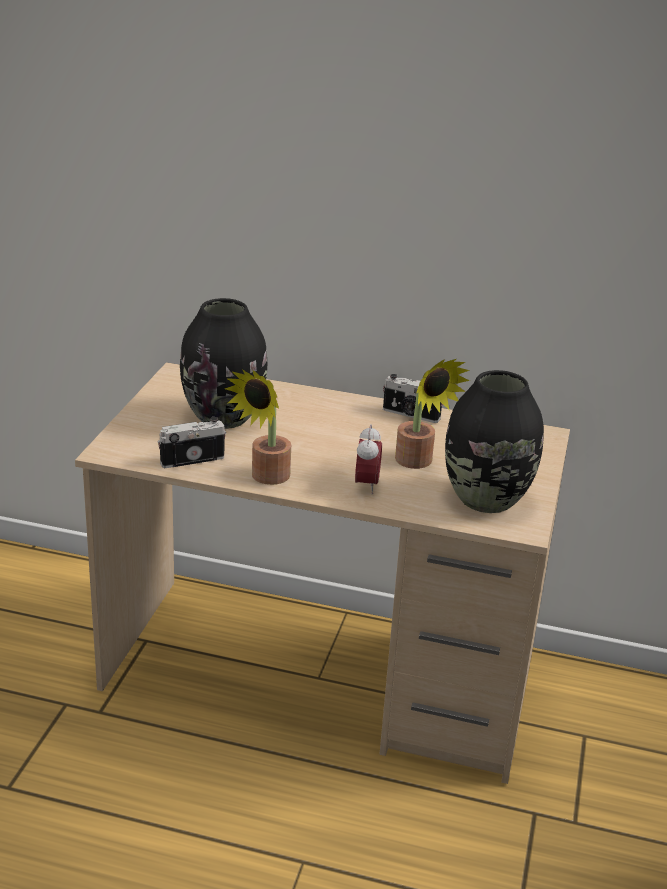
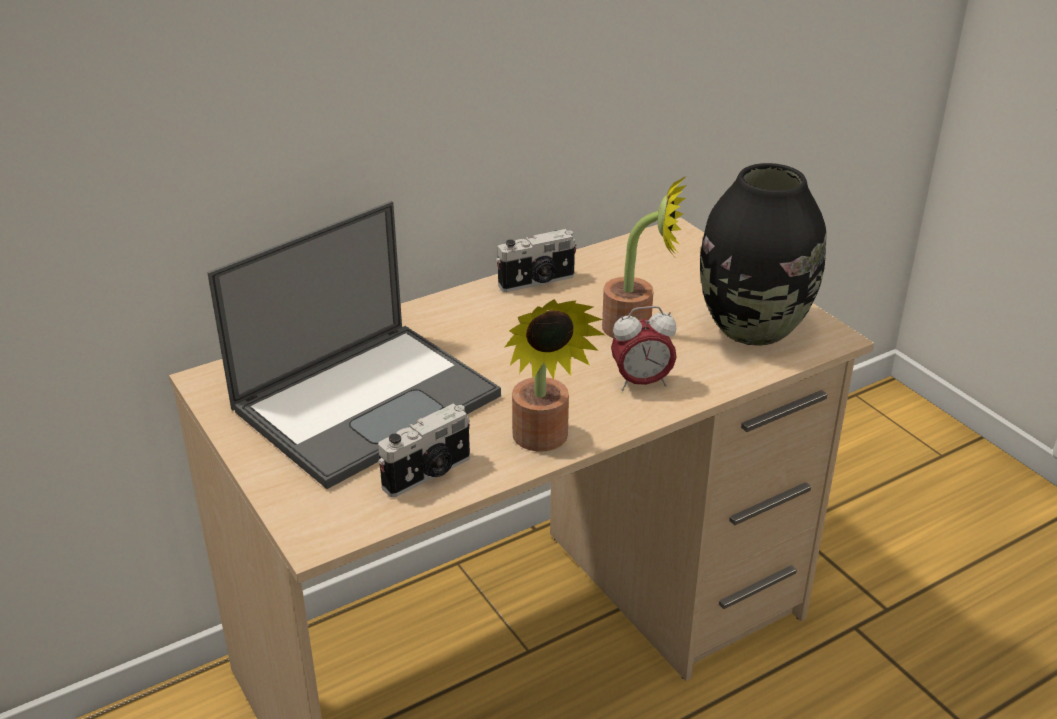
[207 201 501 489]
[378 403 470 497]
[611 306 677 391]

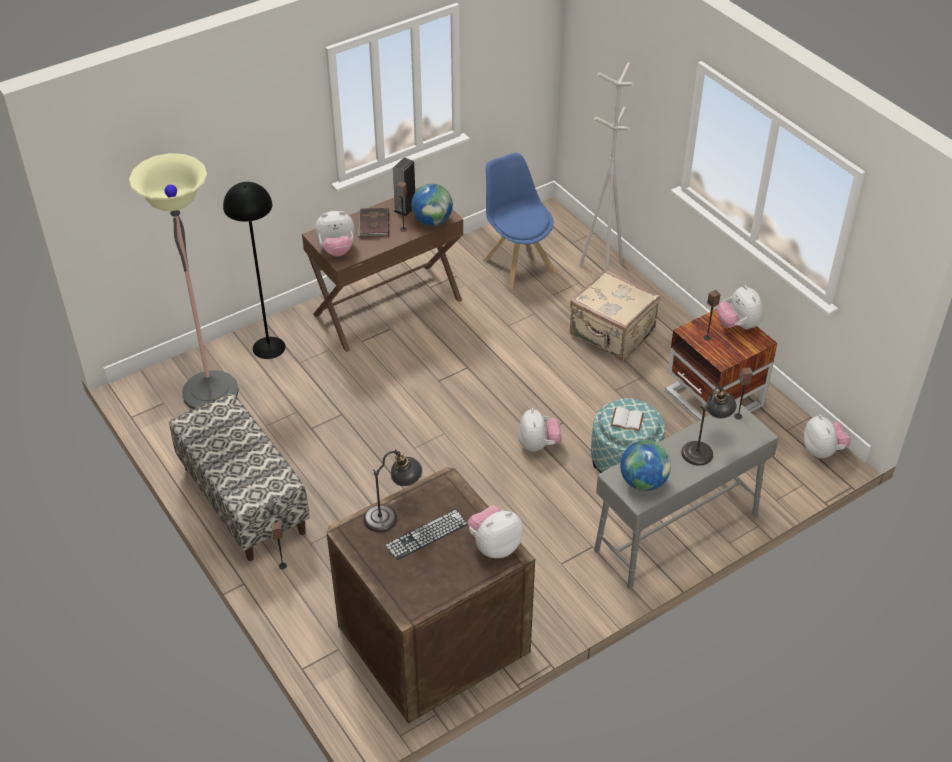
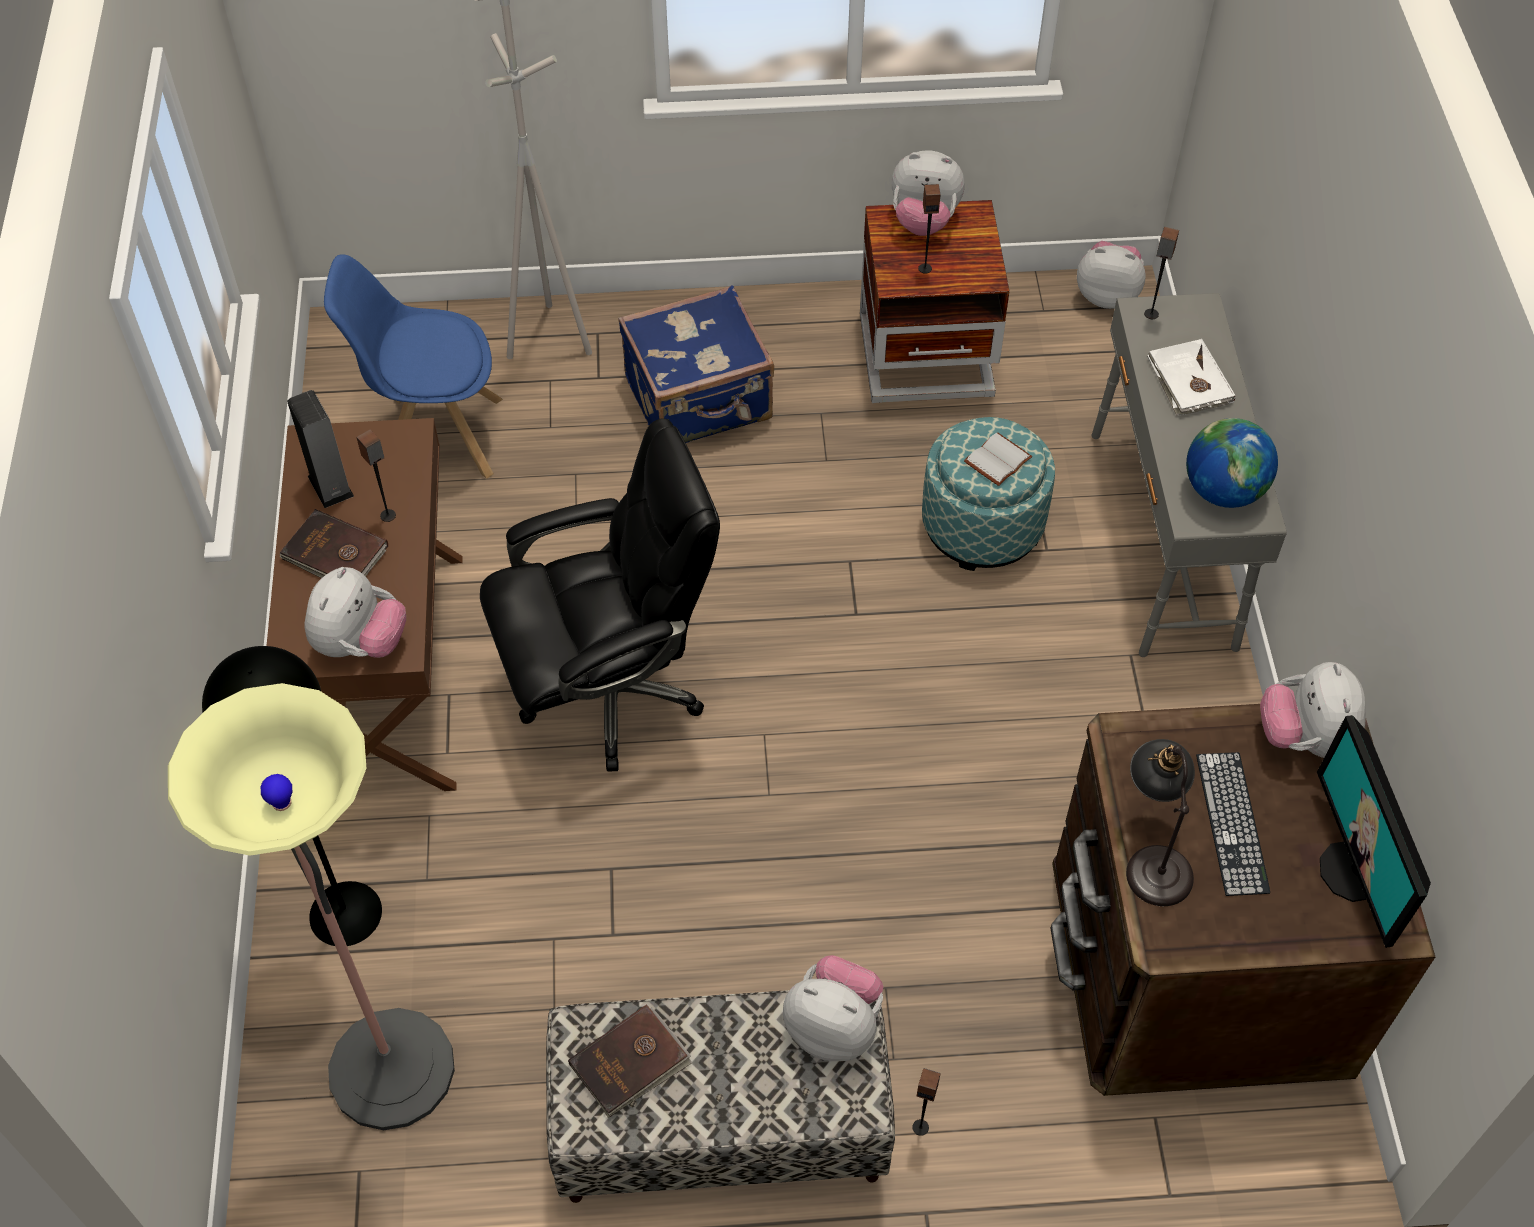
[411 184 453 226] (first image)
[480 418 720 772]
[568 1004 692 1118]
[1317 715 1431 948]
[783 955 884 1061]
[1147 339 1236 415]
[618 285 774 443]

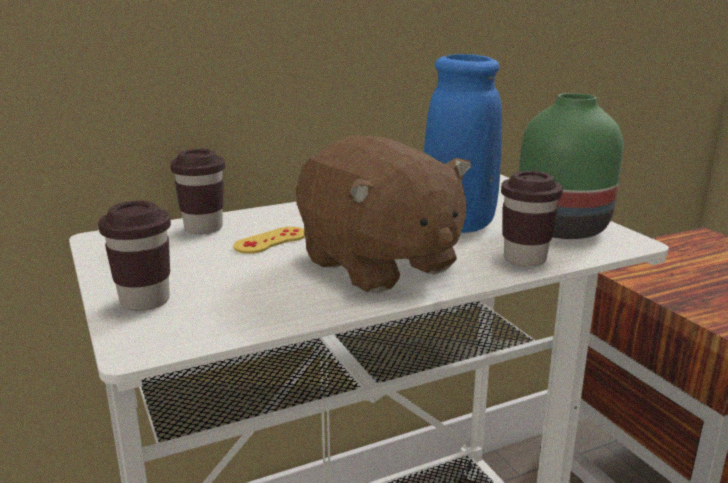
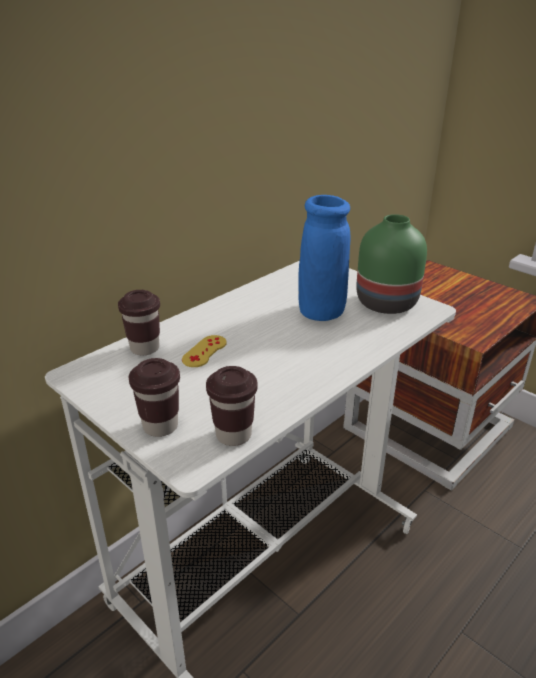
[296 135 471 293] (first image)
[206 366 258 446]

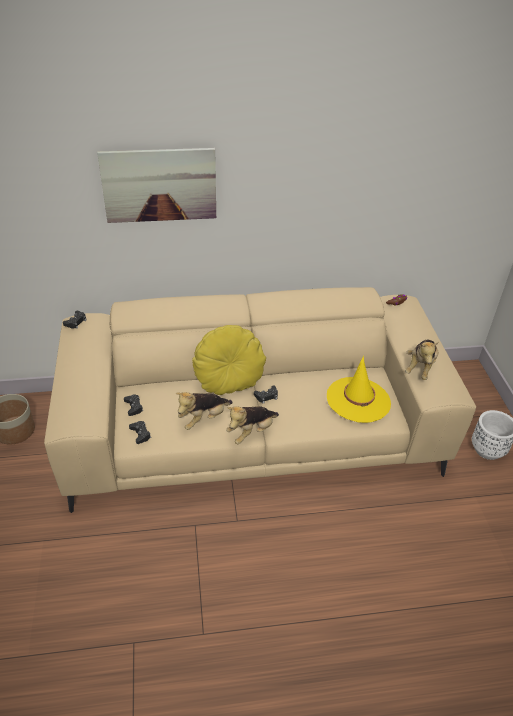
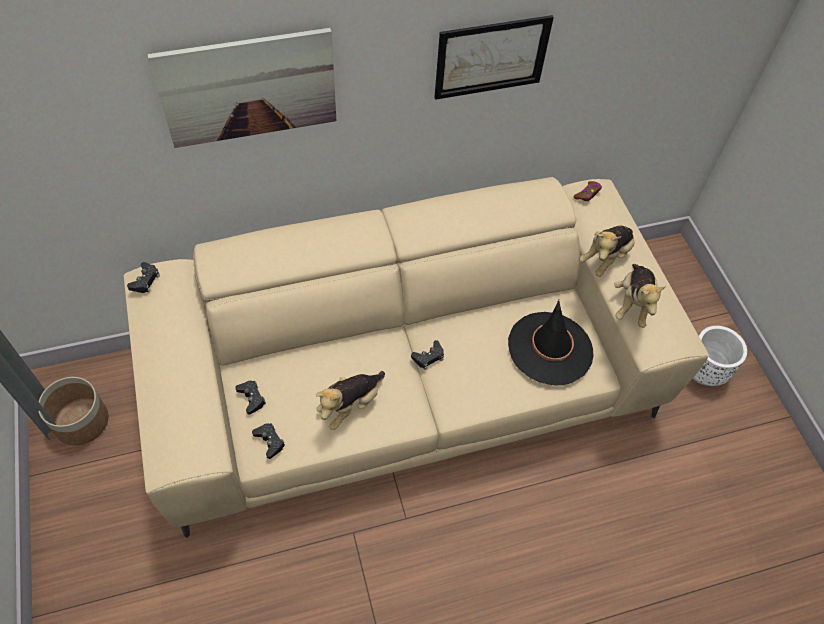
[192 325 266 395] (first image)
[434 15 554 100]
[579 226 634 277]
[508 300 593 386]

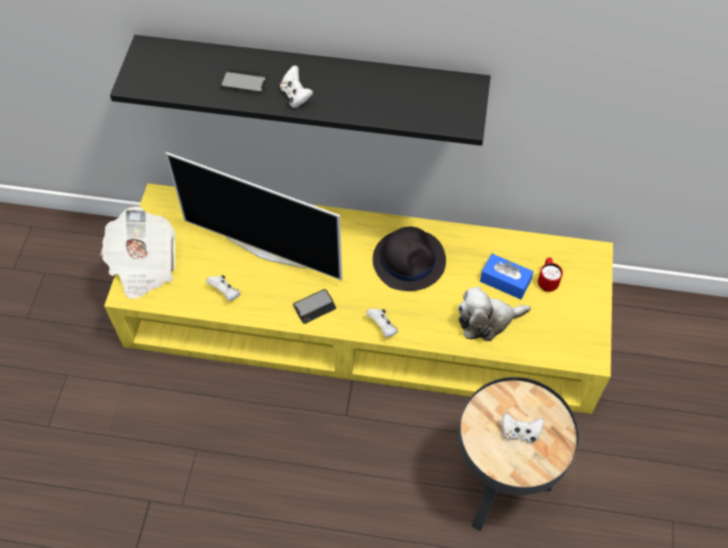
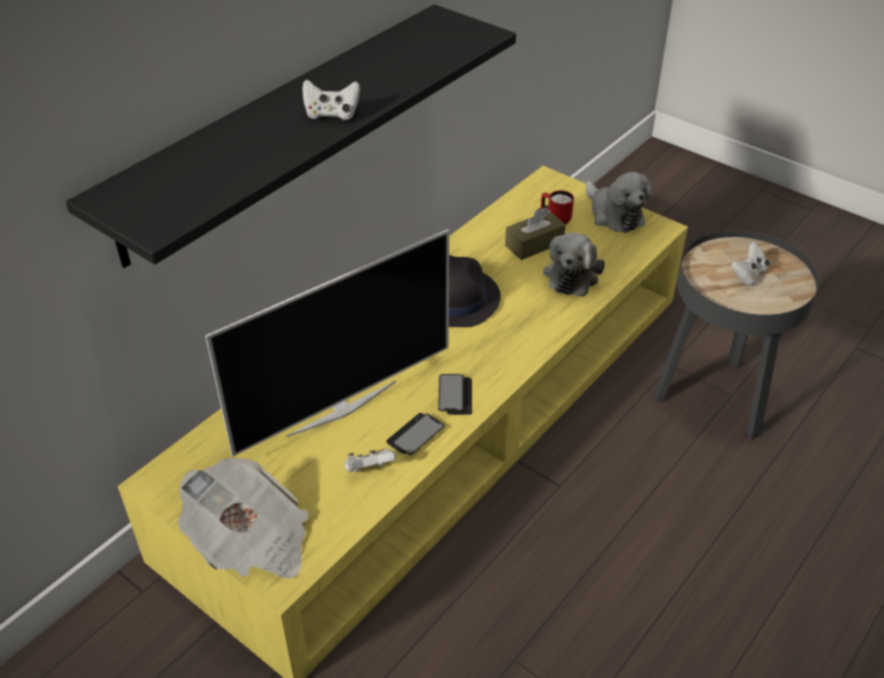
[366 309 398 337] (first image)
[586 172 652 233]
[386 413 445 455]
[505 208 566 260]

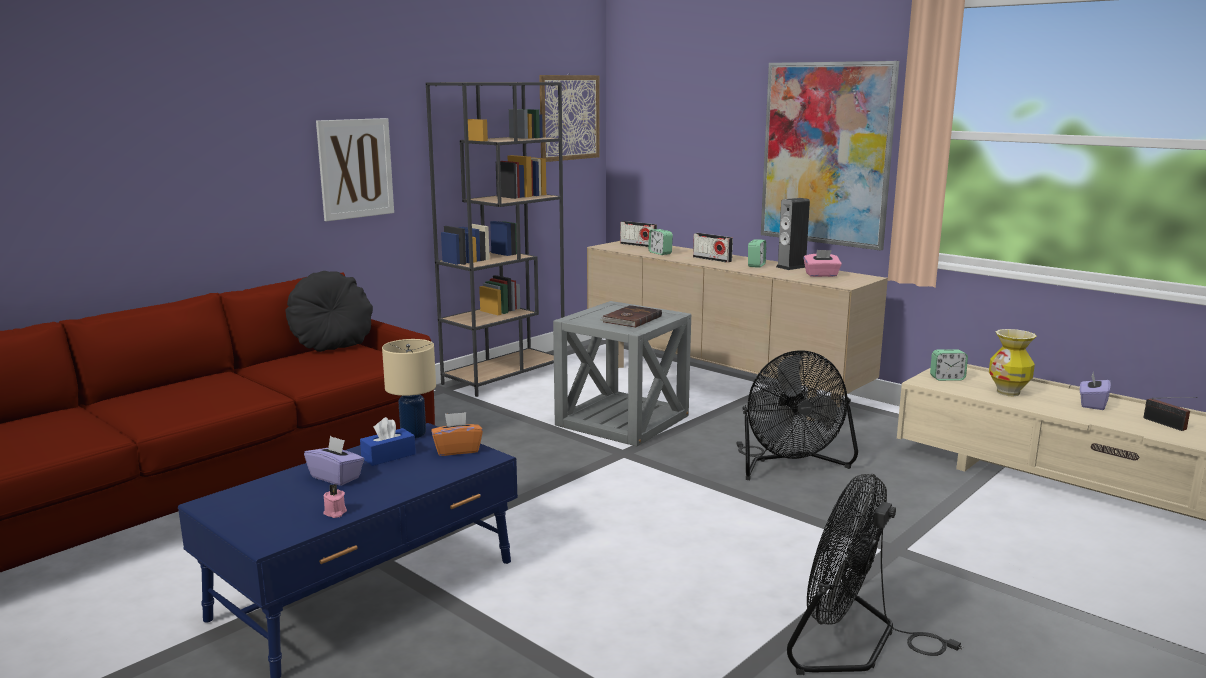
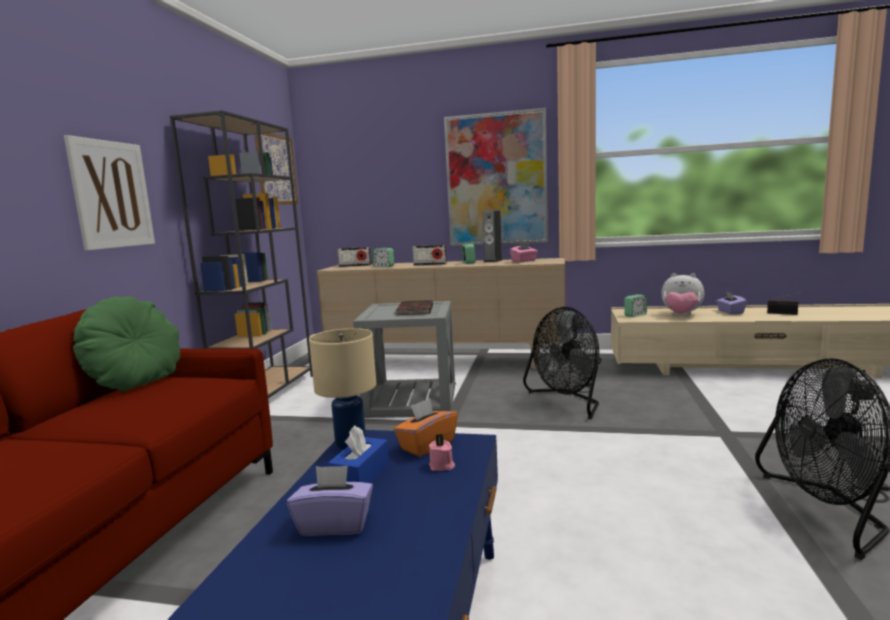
[429 434 455 471]
[661 273 704 315]
[73 296 180 391]
[523 307 602 419]

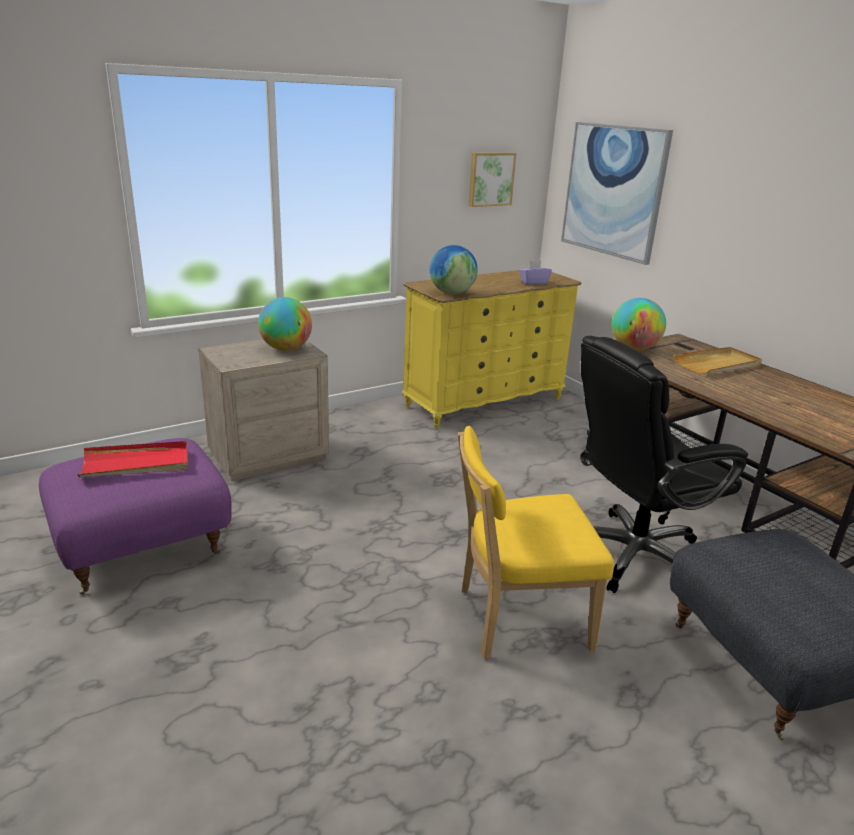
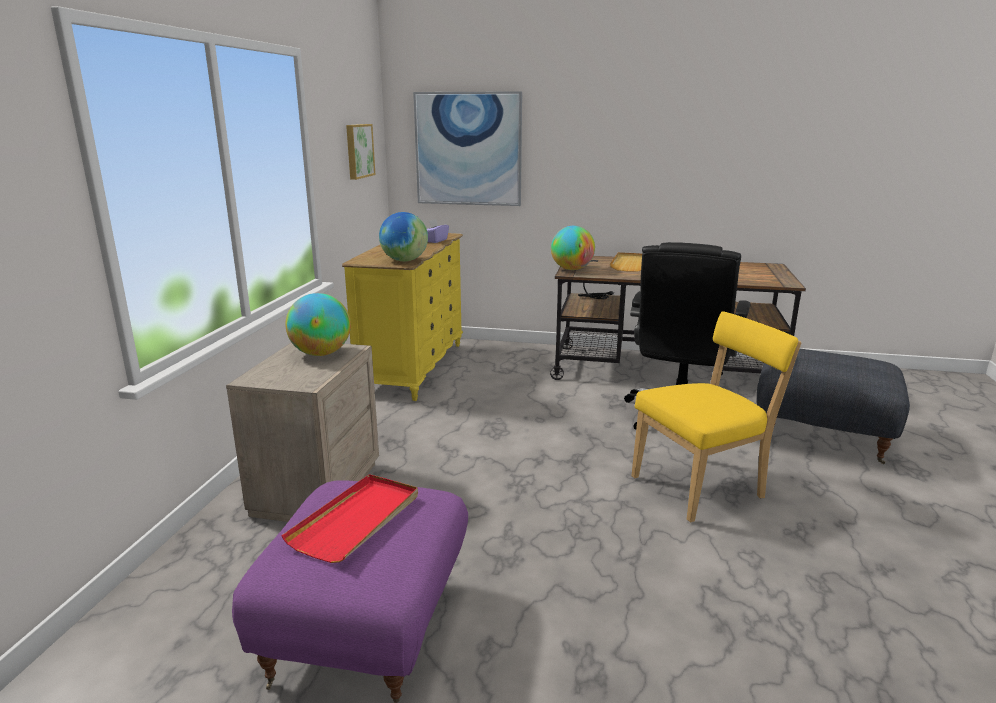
[631 312 801 522]

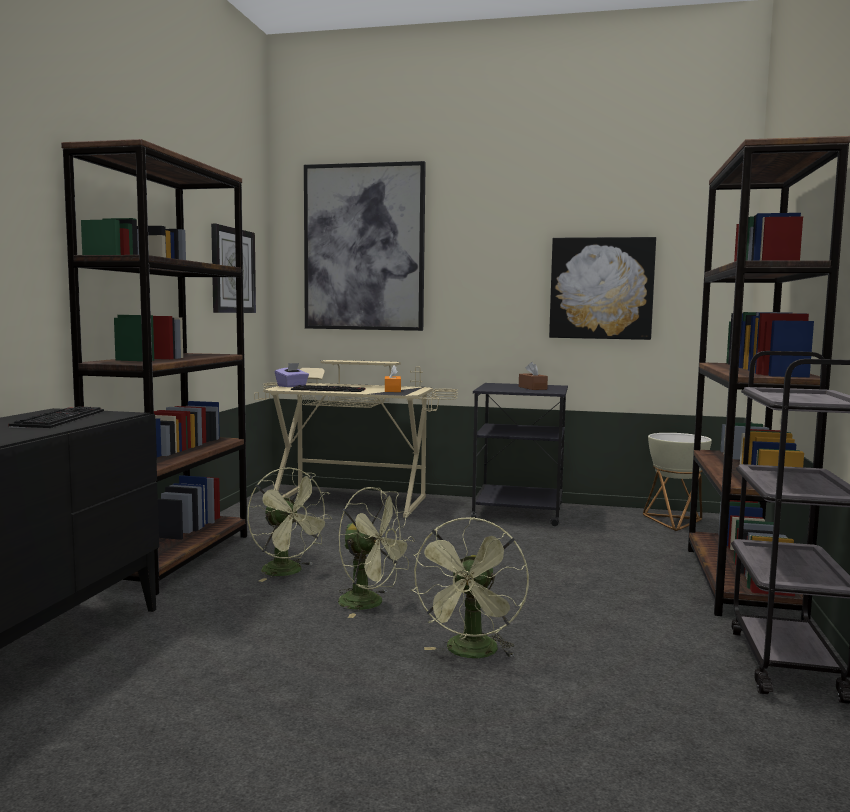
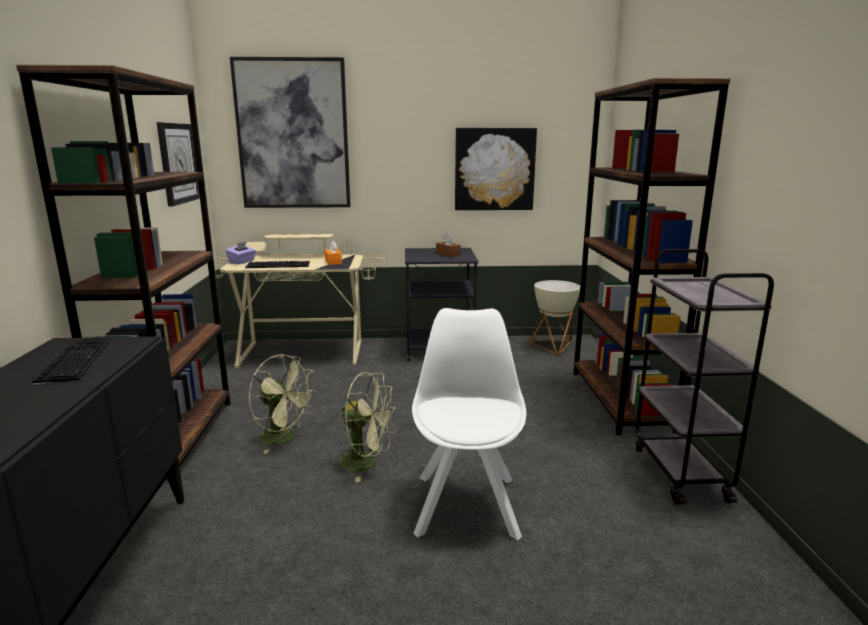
[412 308 526 540]

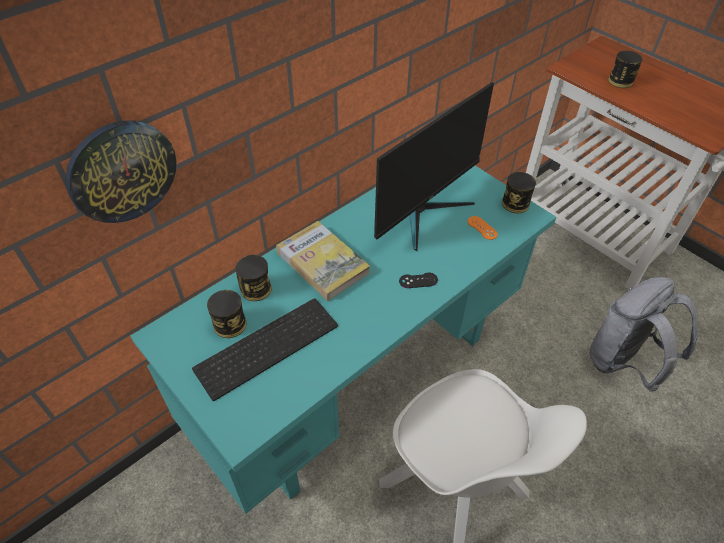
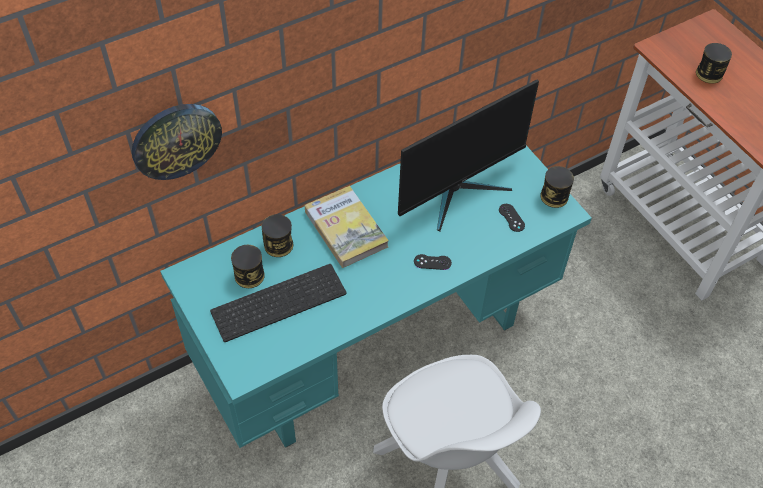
[590 277 698 392] (first image)
[499 204 525 232]

